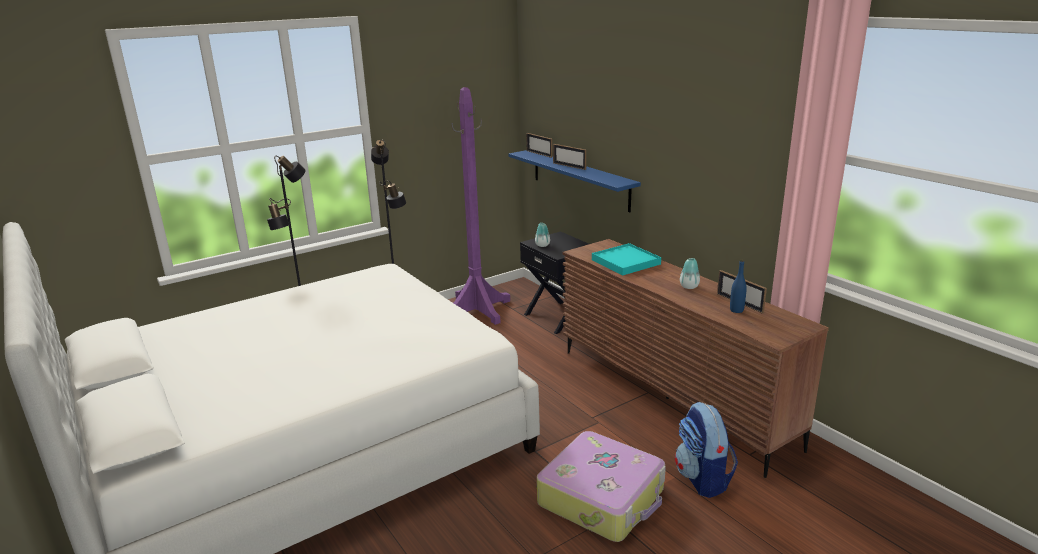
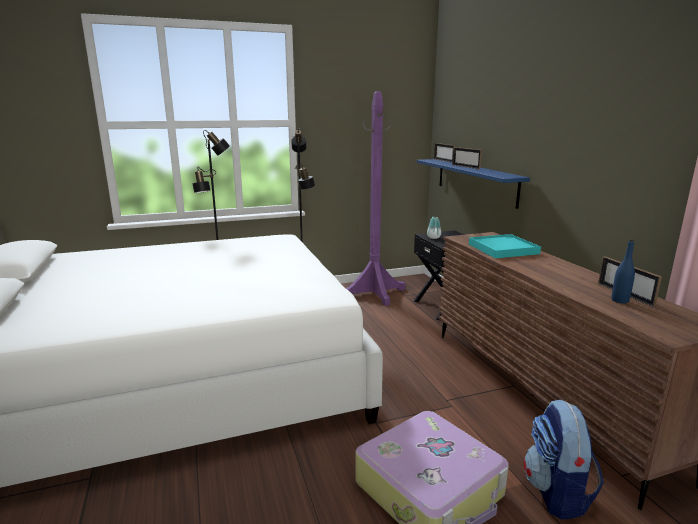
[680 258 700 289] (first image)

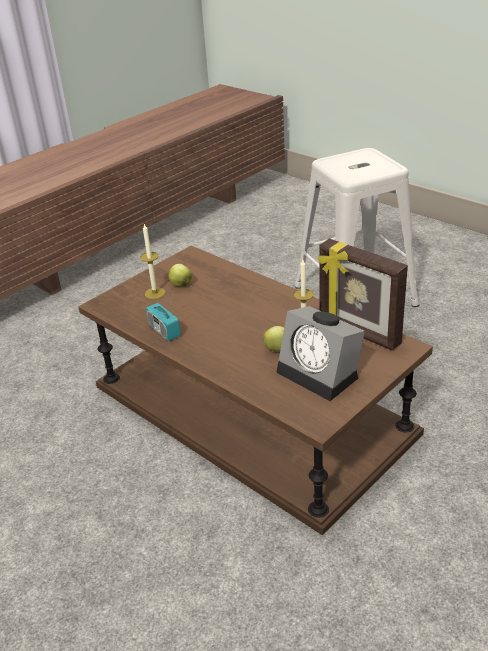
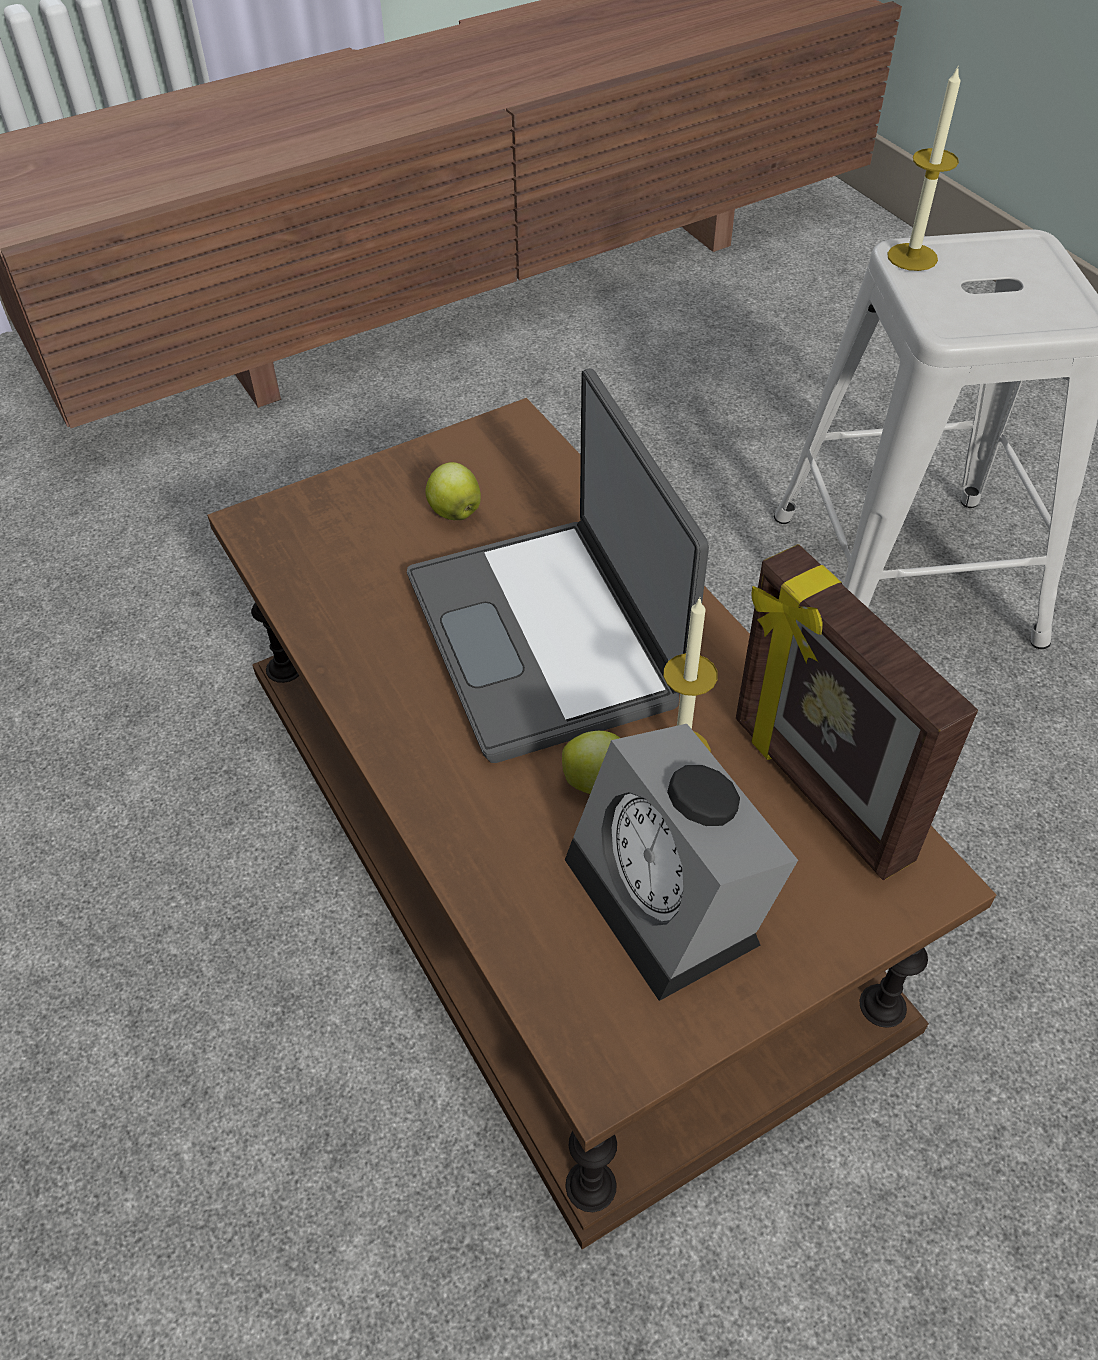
[146 283 181 341] (first image)
[407 368 709 763]
[887 65 961 271]

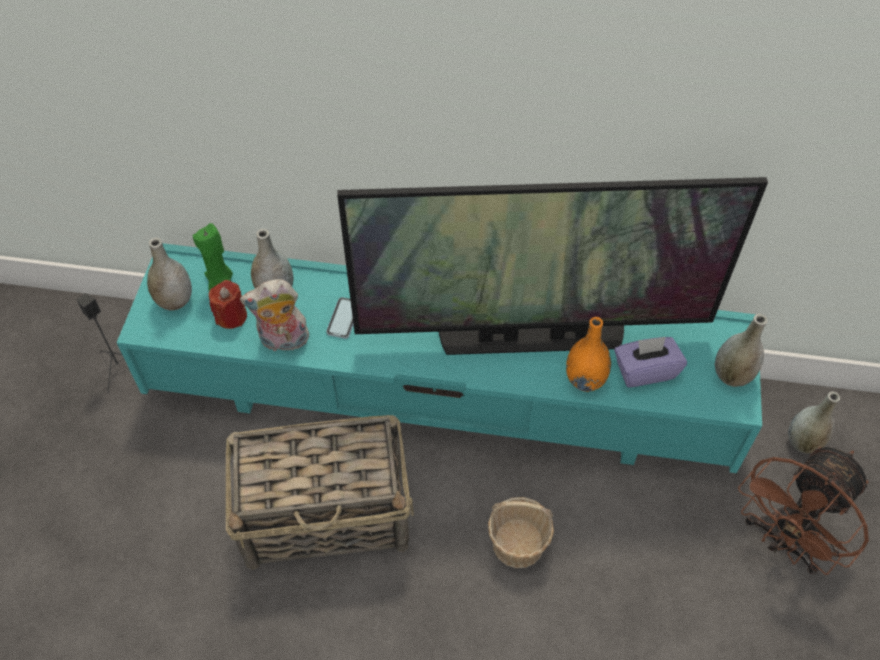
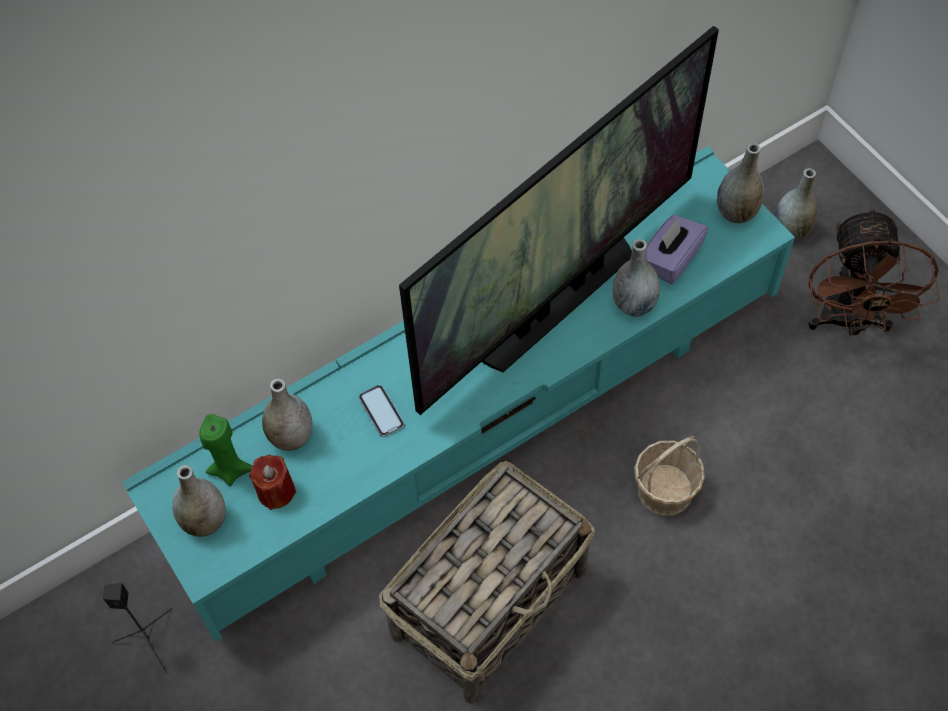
[240 279 309 354] (first image)
[612 239 660 317]

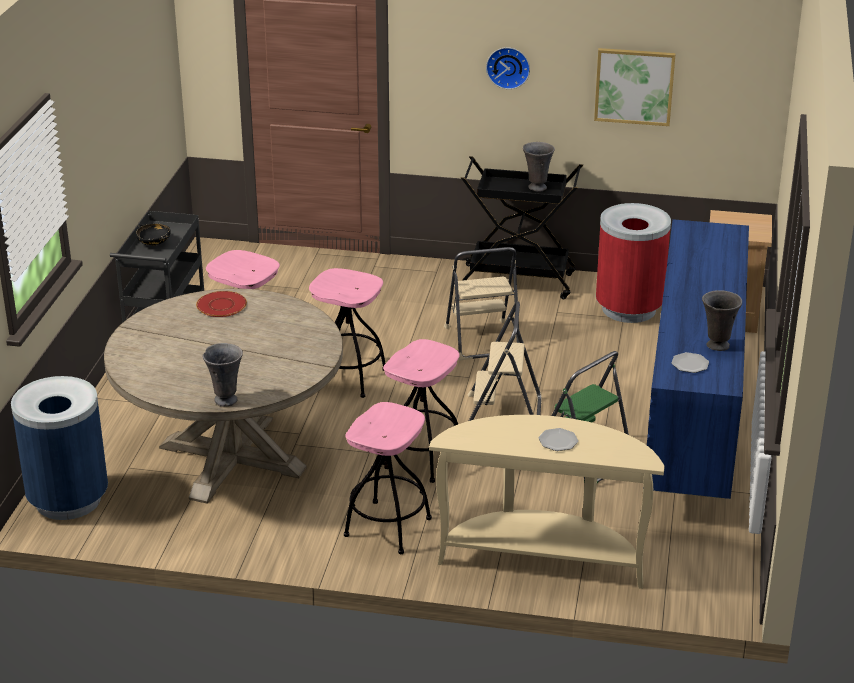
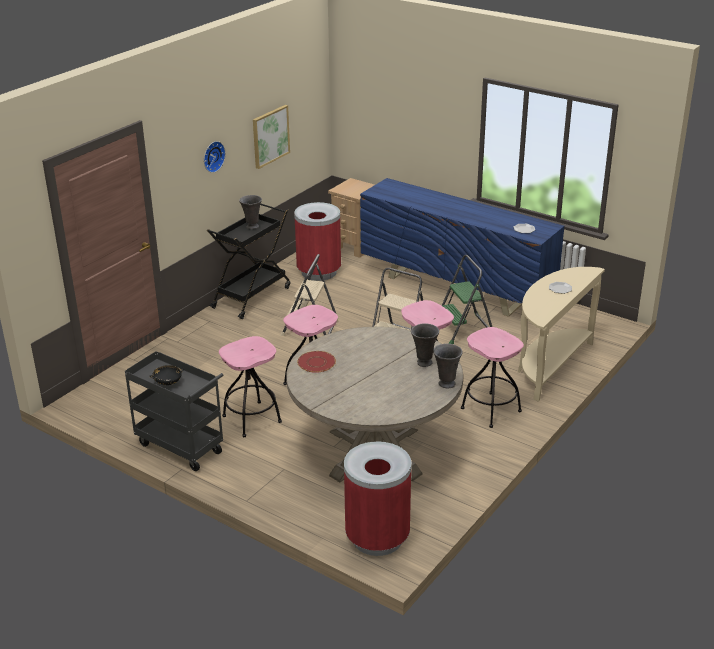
[411 323 439 367]
[344 442 412 556]

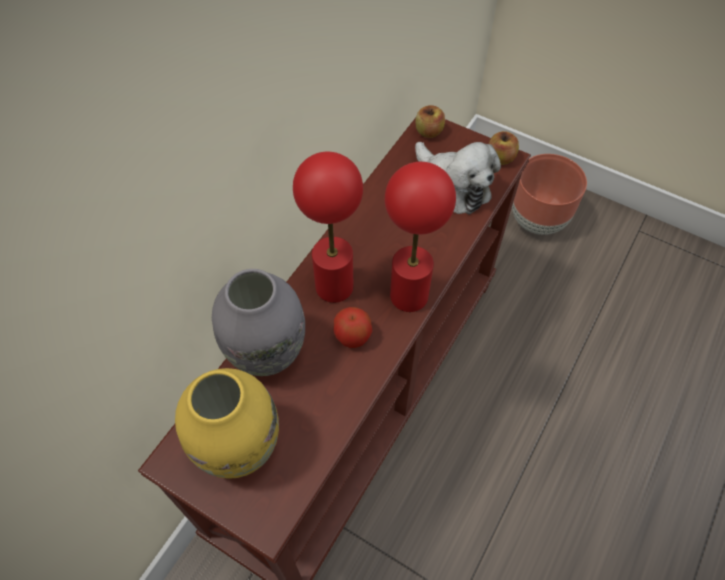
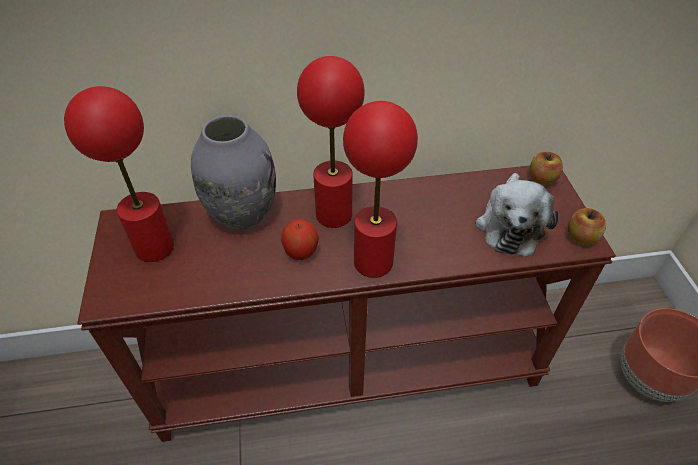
[64 86 174 262]

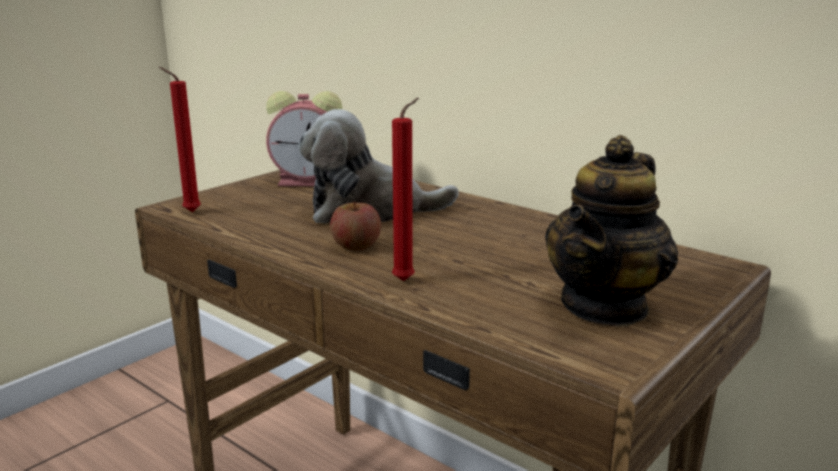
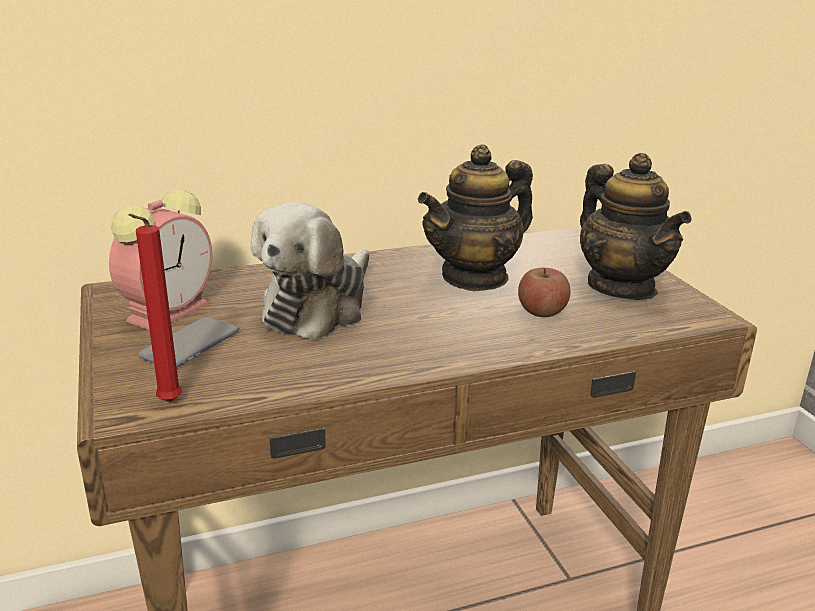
[392 98 419 281] (first image)
[139 316 239 367]
[418 144 533 291]
[518 268 570 317]

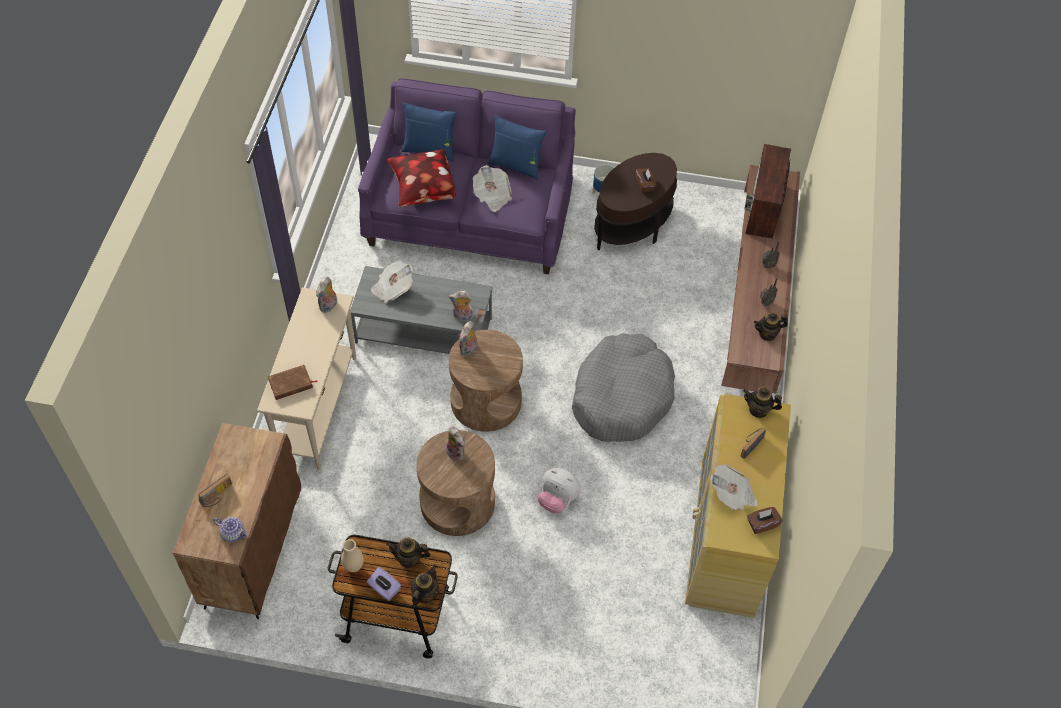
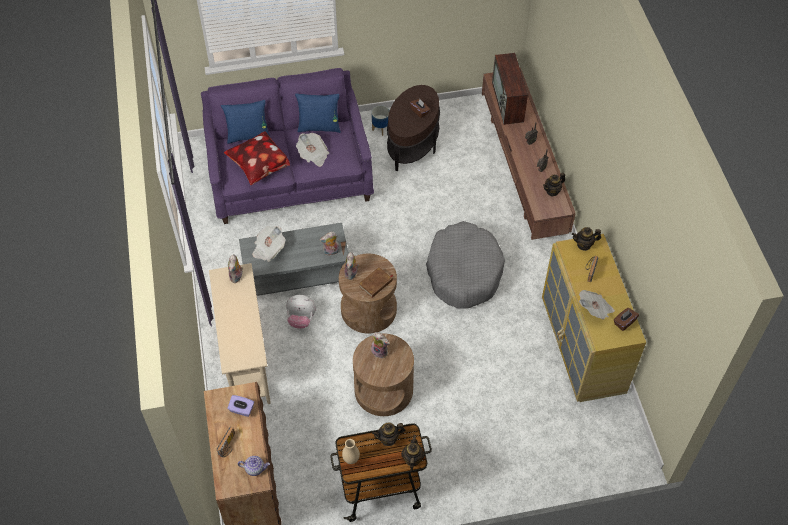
[359 267 393 298]
[227 395 254 417]
[286 295 316 329]

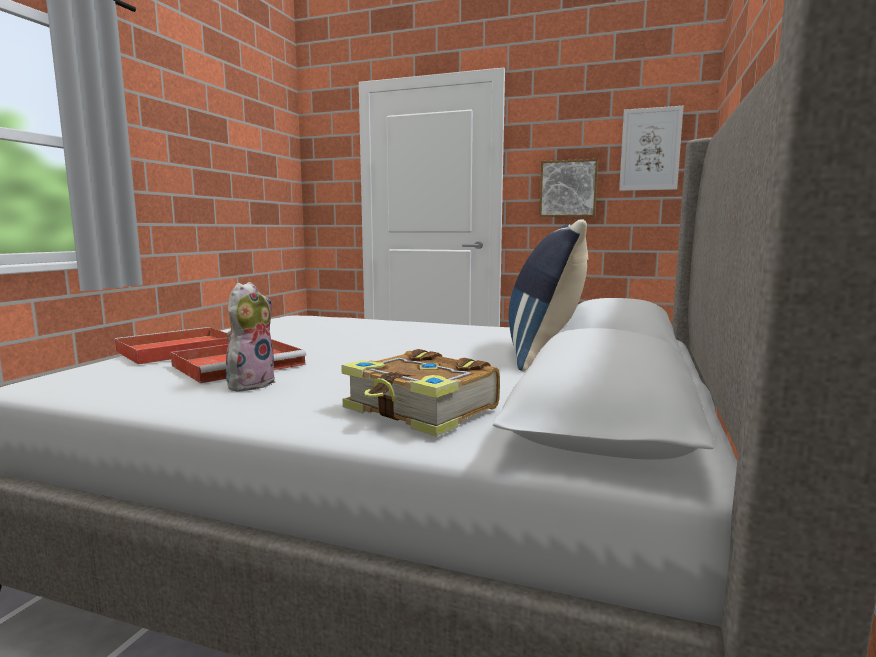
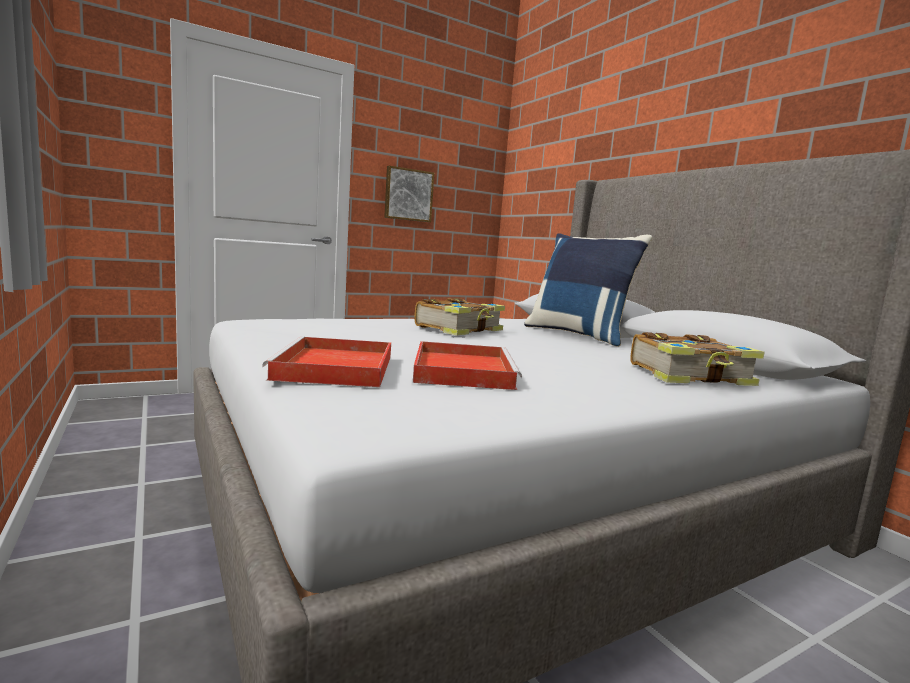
[226 282 275 391] (first image)
[619 106 683 191] (first image)
[415 298 505 335]

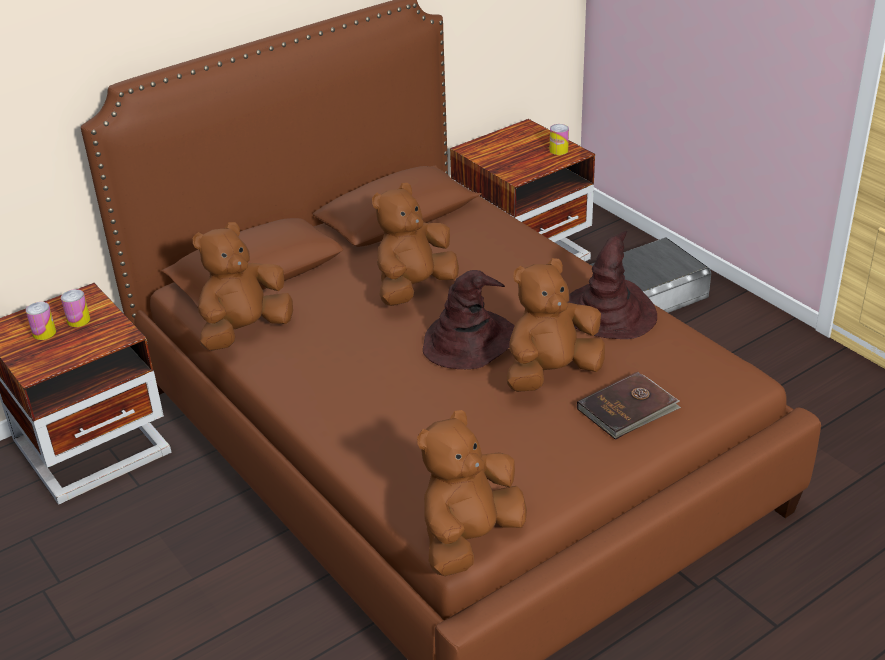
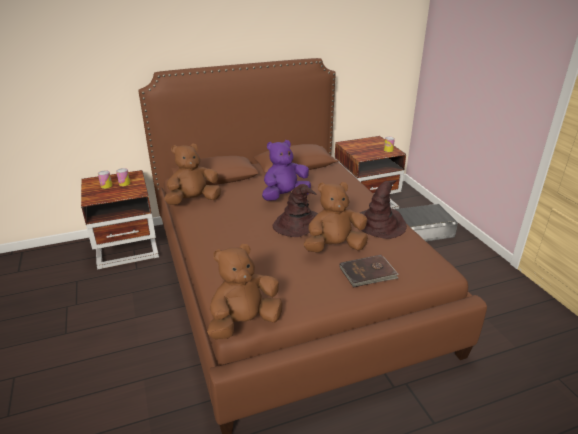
[262 140 311 201]

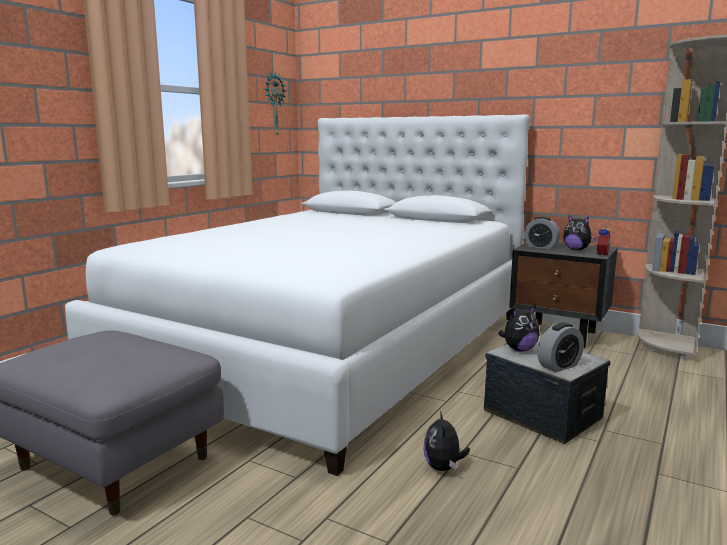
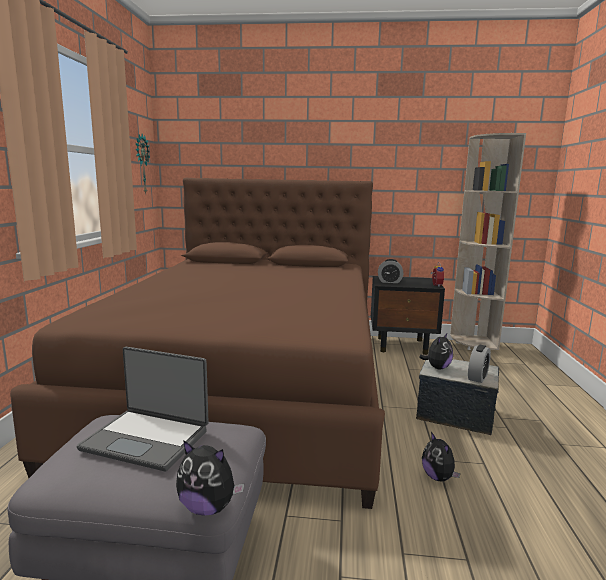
[77 347 209 471]
[176 440 244 516]
[10 178 385 509]

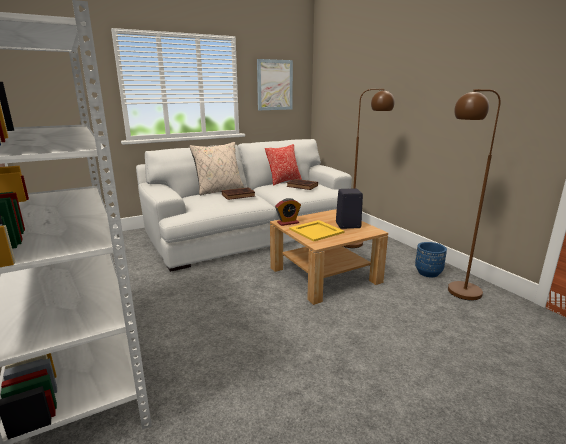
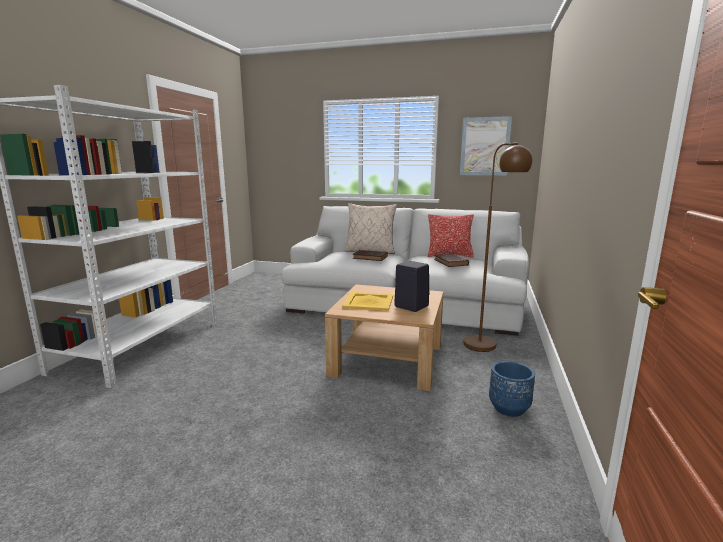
[275 198 301 226] (first image)
[448 89 501 301] (first image)

